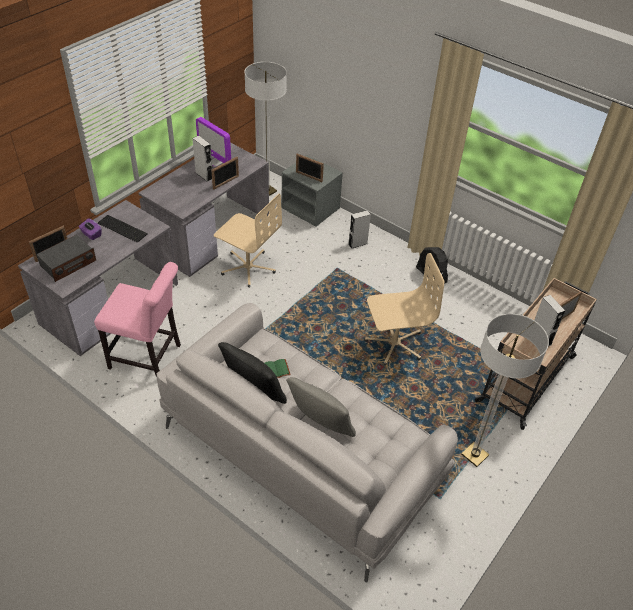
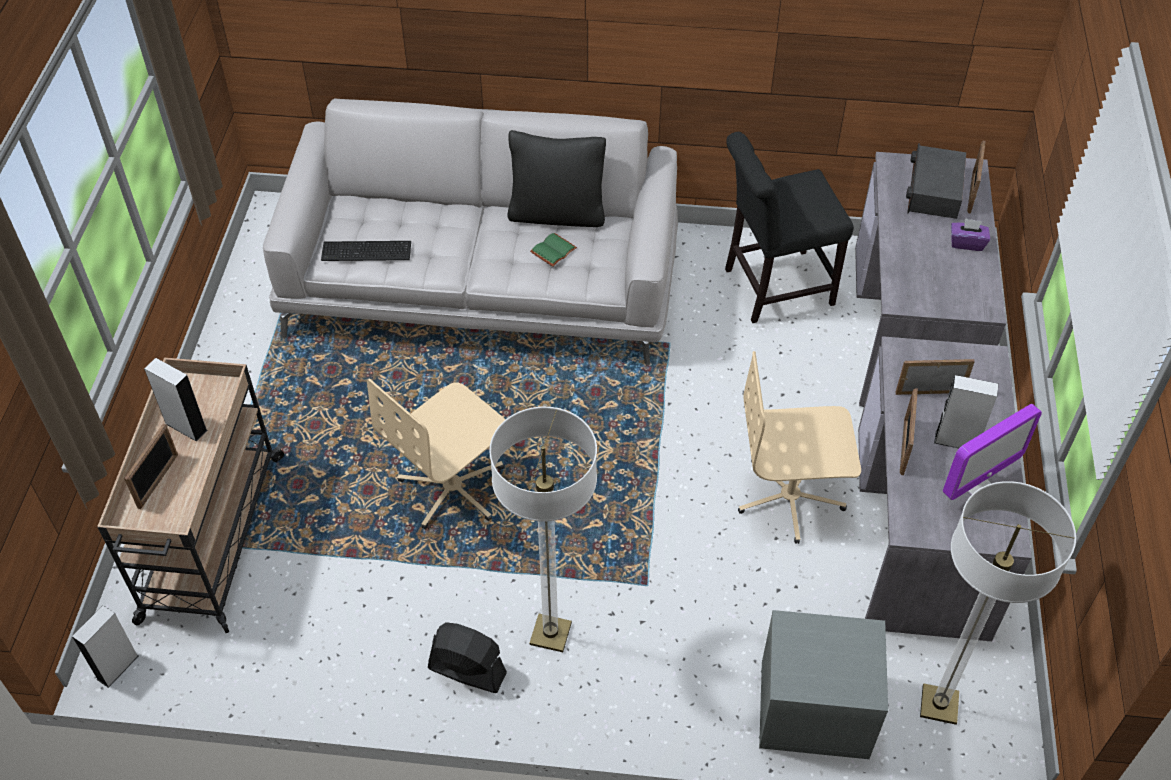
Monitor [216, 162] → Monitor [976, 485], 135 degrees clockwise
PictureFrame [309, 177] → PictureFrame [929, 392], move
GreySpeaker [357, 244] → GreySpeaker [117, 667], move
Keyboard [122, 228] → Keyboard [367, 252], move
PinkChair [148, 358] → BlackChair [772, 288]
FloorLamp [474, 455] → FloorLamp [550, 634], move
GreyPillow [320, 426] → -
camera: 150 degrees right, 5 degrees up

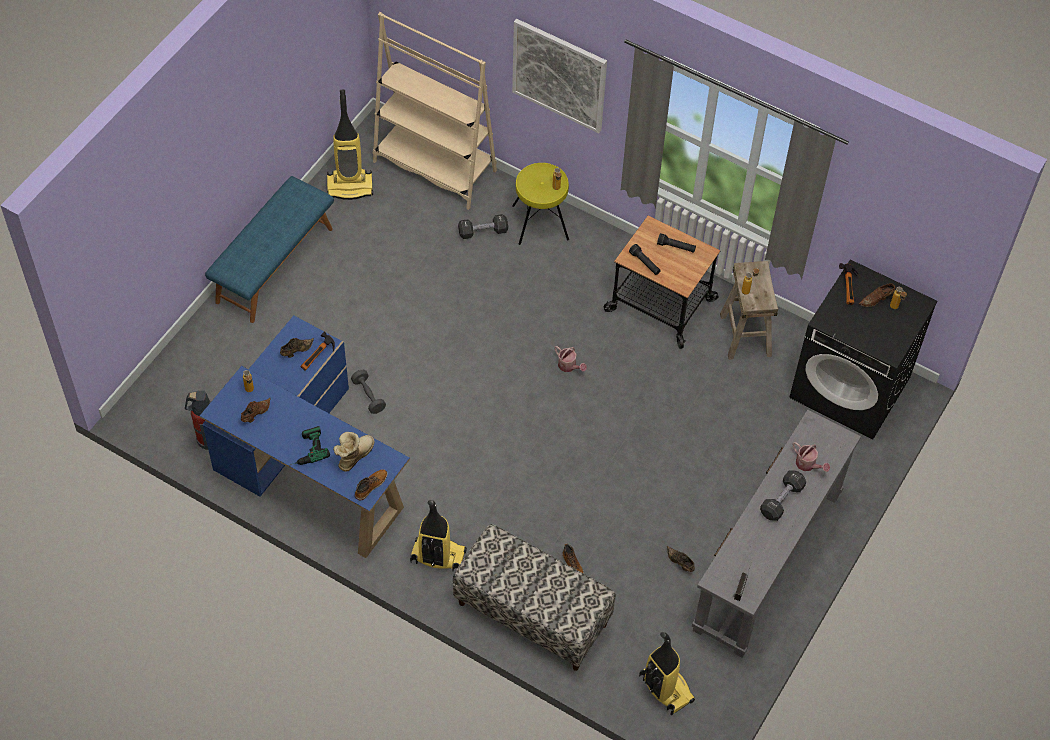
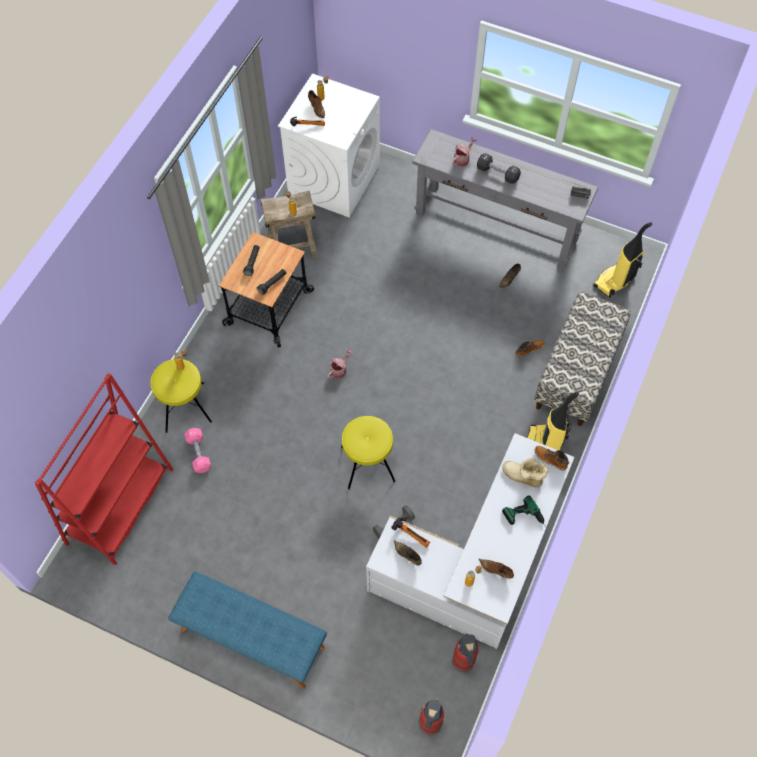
BeigeBookcase [435, 166] → RedBookcase [120, 506]
Picture [559, 75] → -
VacuumCleaner [350, 186] → -
BlackDumbbell [483, 232] → PinkDumbbell [199, 453]
BlackWashingMachine [851, 387] → WhiteWashingMachine [334, 179]
BlueDesk [308, 466] → WhiteDesk [475, 565]
- → YellowStool [367, 463]
- → FireExtinguisher [429, 724]
camera: 95 degrees left, 5 degrees up

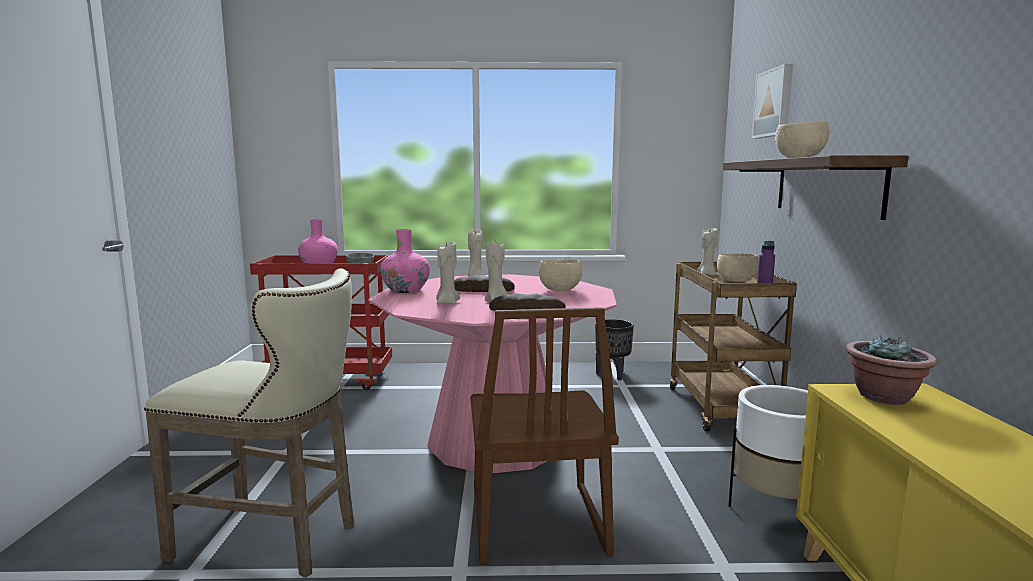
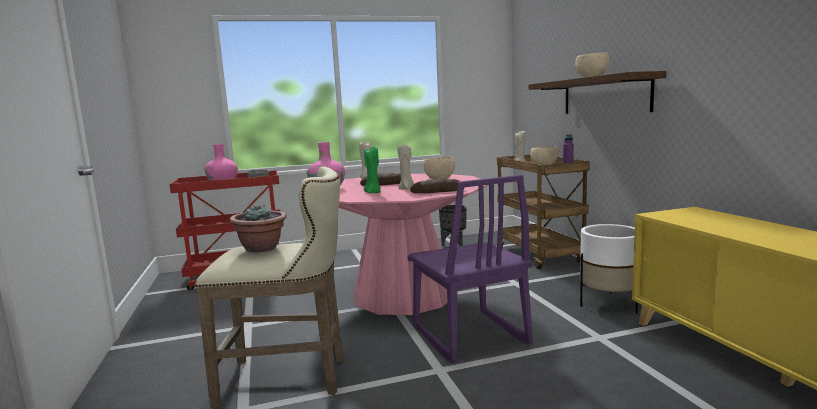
Picture [775, 103] → -
BeigeCandle [447, 303] → GreenCandle [373, 192]
BrownChair [535, 524] → PurpleChair [468, 336]
PottedPlant [884, 397] → PottedPlant [262, 248], move
camera: 15 degrees left, 0 degrees up

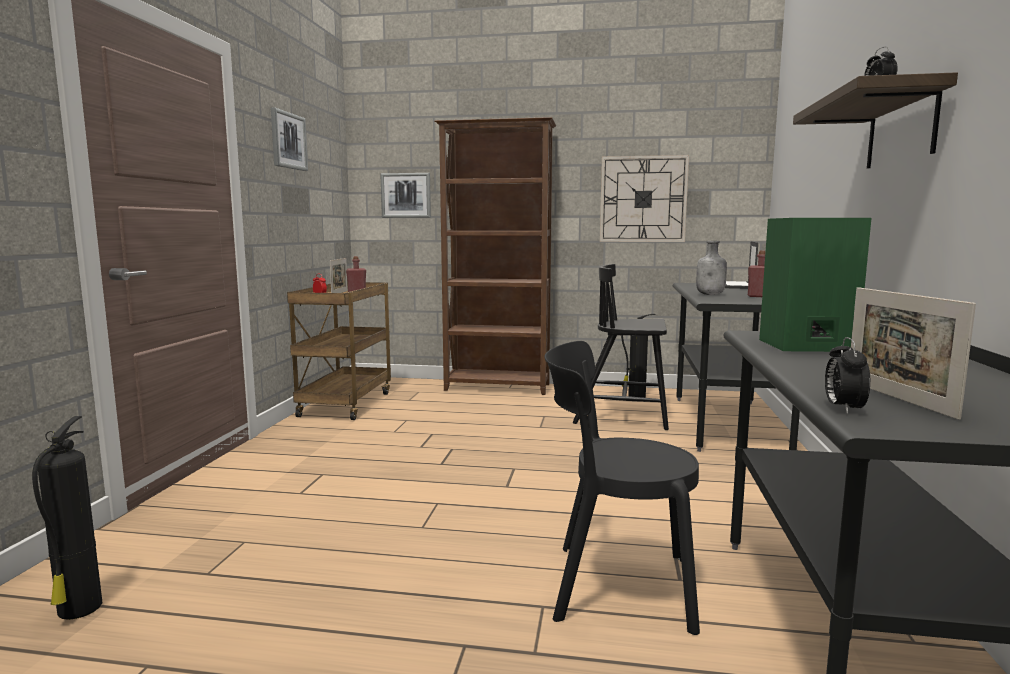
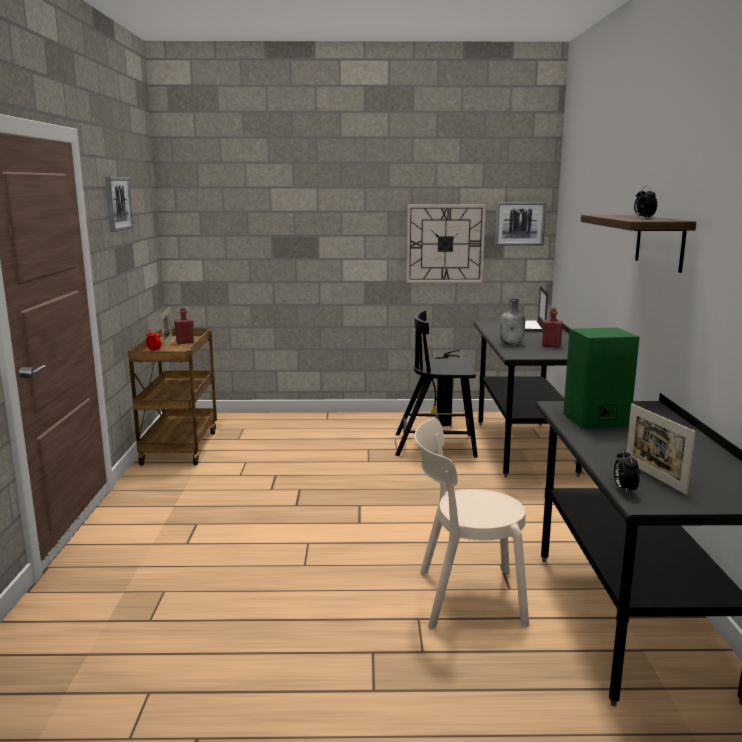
BrownBookcase [498, 387] → -
Picture [406, 195] → Picture [519, 223], move
BlackChair [613, 585] → BeigeChair [464, 598]
FireExtinguisher [78, 610] → -
camera: 10 degrees left, 5 degrees up

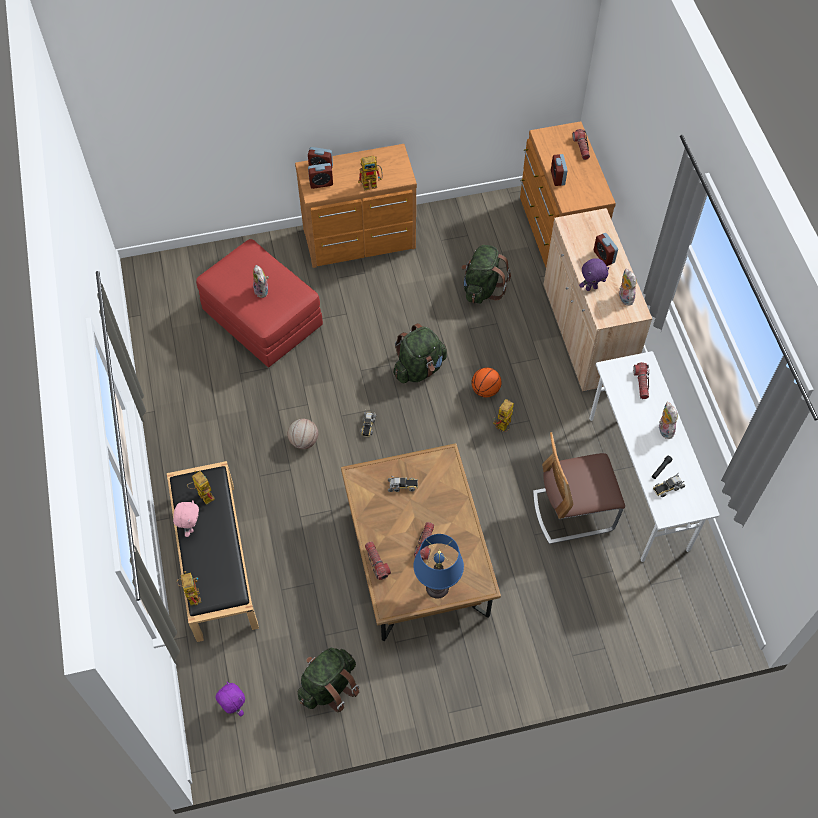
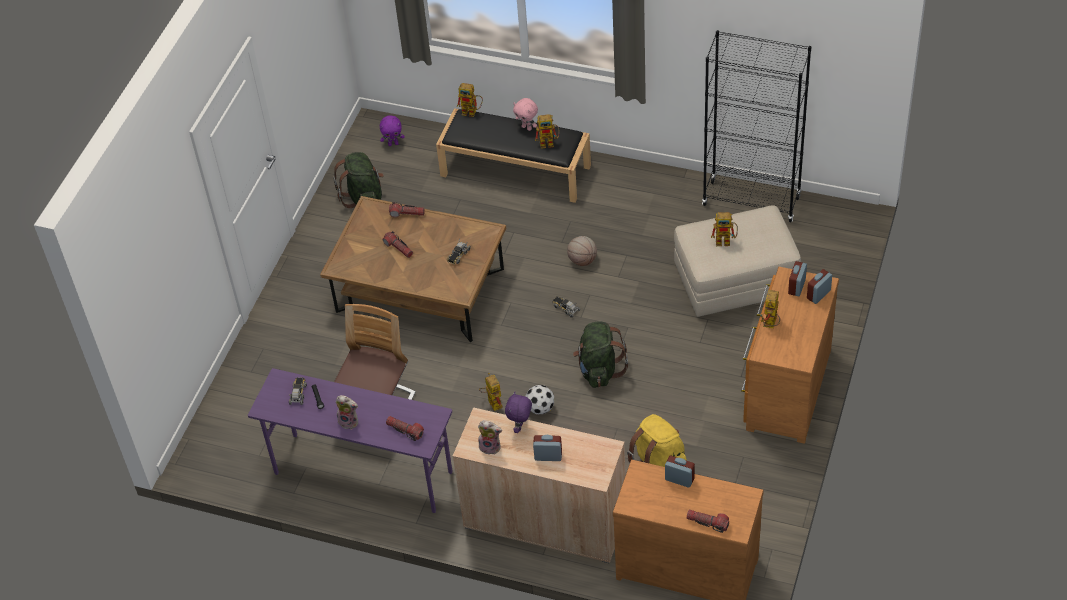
RedOttoman [262, 318] → BeigeOttoman [736, 279]
GreenBackpack [482, 288] → YellowBackpack [658, 462]
PlushToy [262, 291] → ToyRobot [726, 241]
WhiteDesk [638, 483] → PurpleDesk [362, 473]
Basketball [485, 390] → Football [540, 408]
BlueTableLamp [437, 587] → -
- → BlackBookcase [751, 201]
camera: 125 degrees right, 10 degrees down

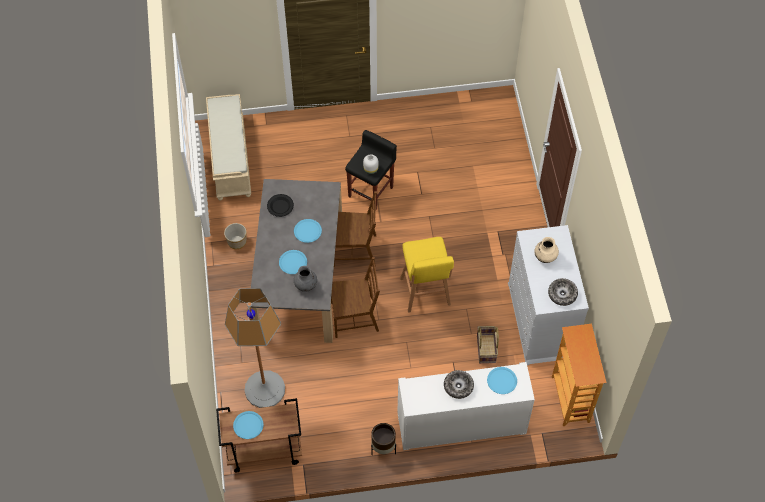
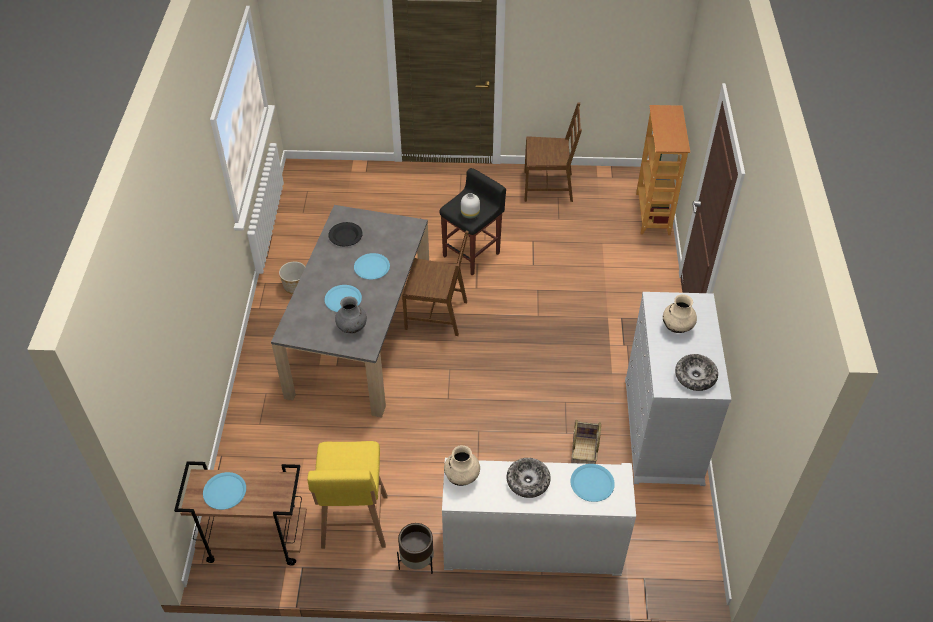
BeigeBench [229, 158] → -
YellowStool [425, 293] → YellowStool [354, 524], move
BrownChair [355, 317] → BrownChair [548, 186], move
FloorLamp [264, 389] → -
Bookcase [571, 399] → Bookcase [653, 214], move
- → BeigeVase [462, 476]
camera: 10 degrees right, 10 degrees down

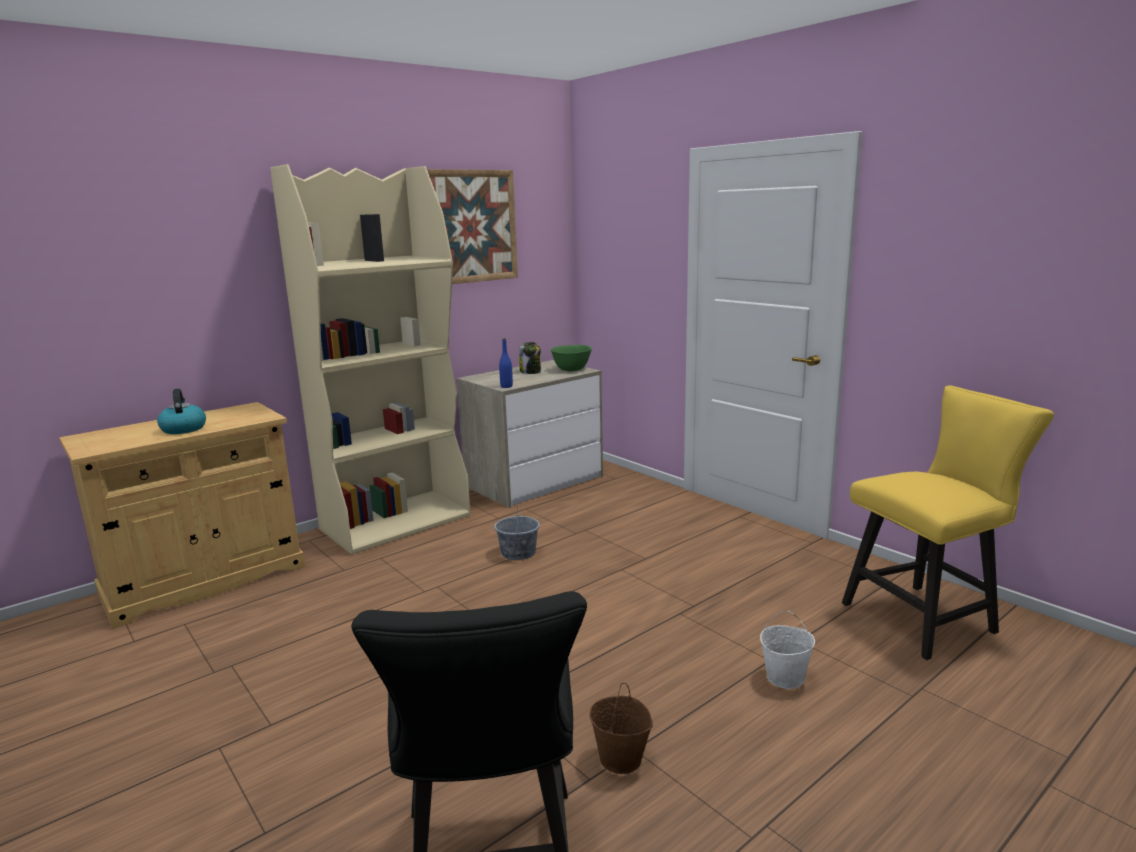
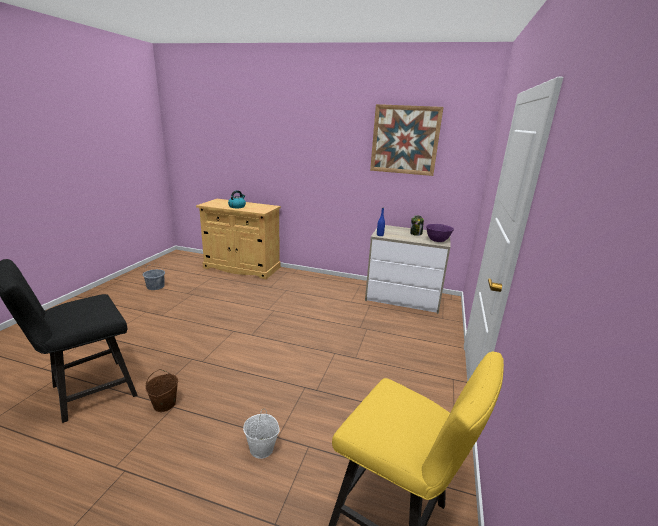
BeigeBookcase [396, 522] → -
GreenBowl [572, 369] → PurpleBowl [437, 240]
GreyBucket [518, 552] → GreyBucket [156, 286], move
camera: 55 degrees right, 5 degrees up

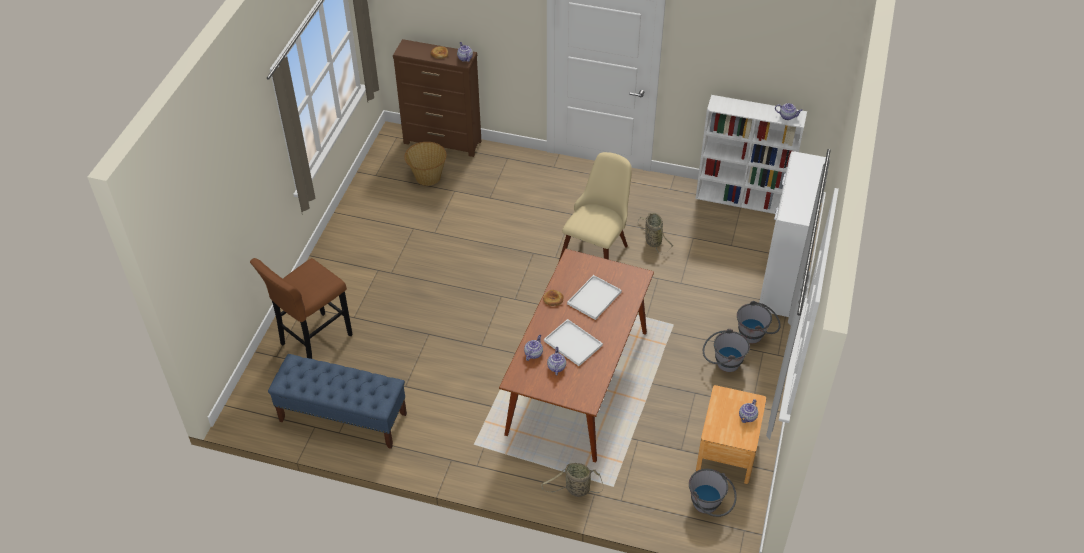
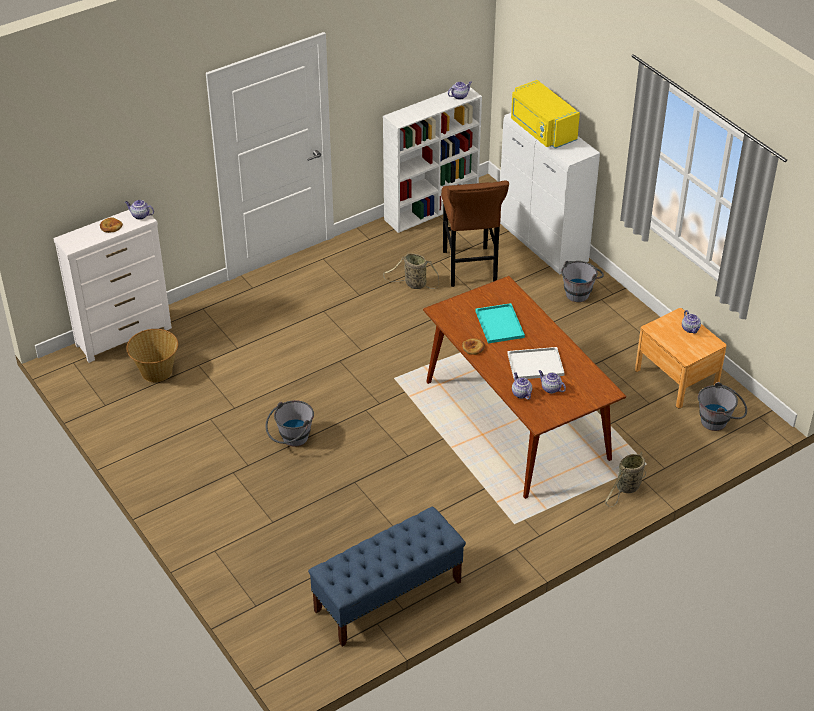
BrownDresser [443, 142] → WhiteDresser [124, 336]
BeigeChair [597, 247] → -
BrownStool [313, 342] → BrownStool [469, 269], move
WhiteTray [594, 297] → TurquoiseTray [498, 323]
GreyBucket [723, 363] → GreyBucket [291, 440], move
- → YellowMicrowave [541, 130]
camera: 50 degrees left, 5 degrees down

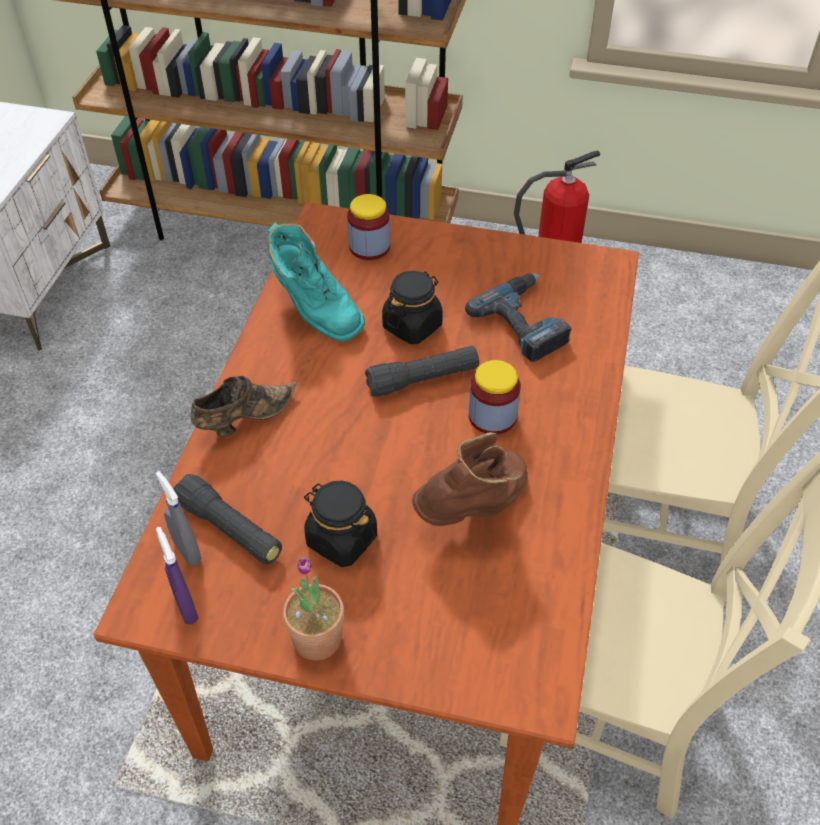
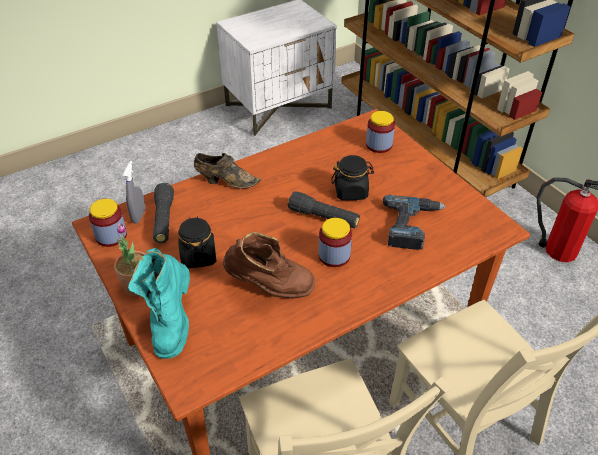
TurquoiseBoot [314, 312] → TurquoiseBoot [171, 322], move
PurpleSprayBottle [186, 607] → Jar [111, 236]
camera: 45 degrees right, 5 degrees down

